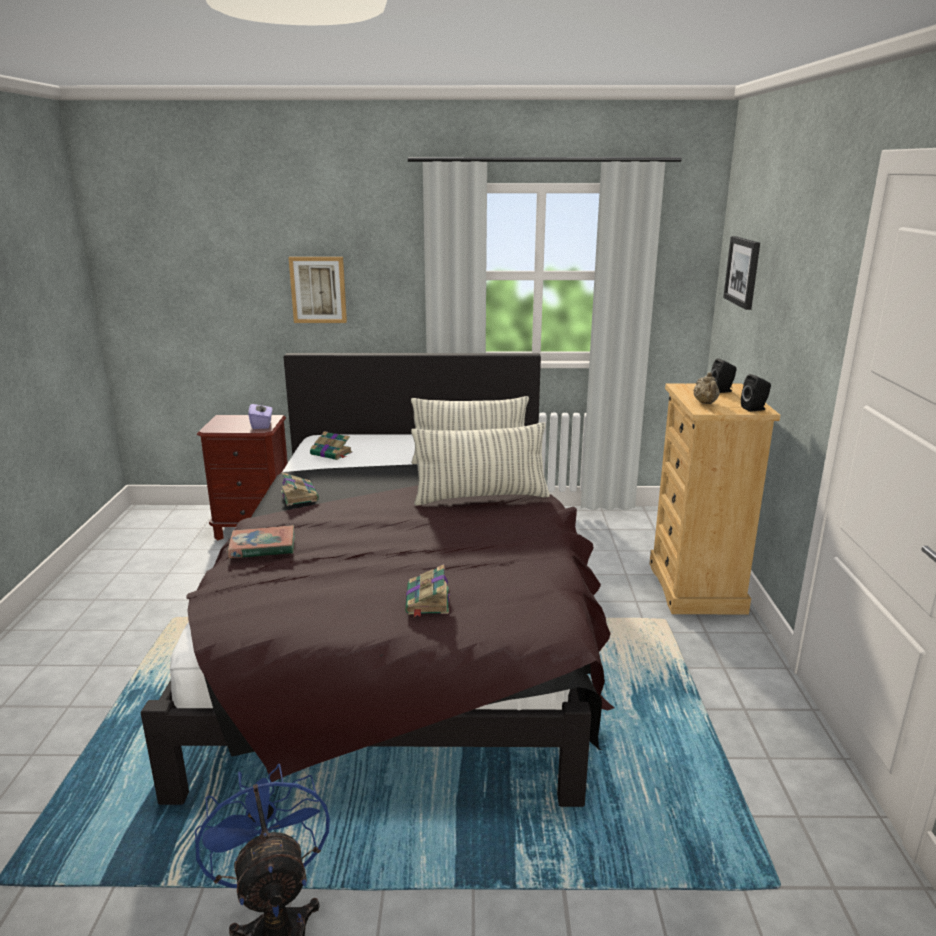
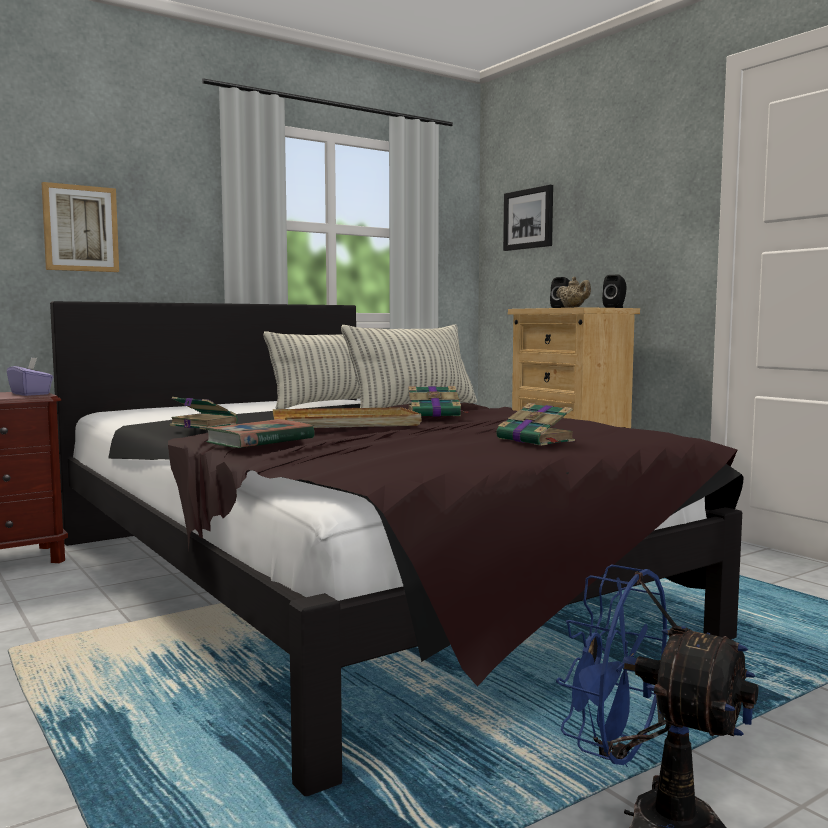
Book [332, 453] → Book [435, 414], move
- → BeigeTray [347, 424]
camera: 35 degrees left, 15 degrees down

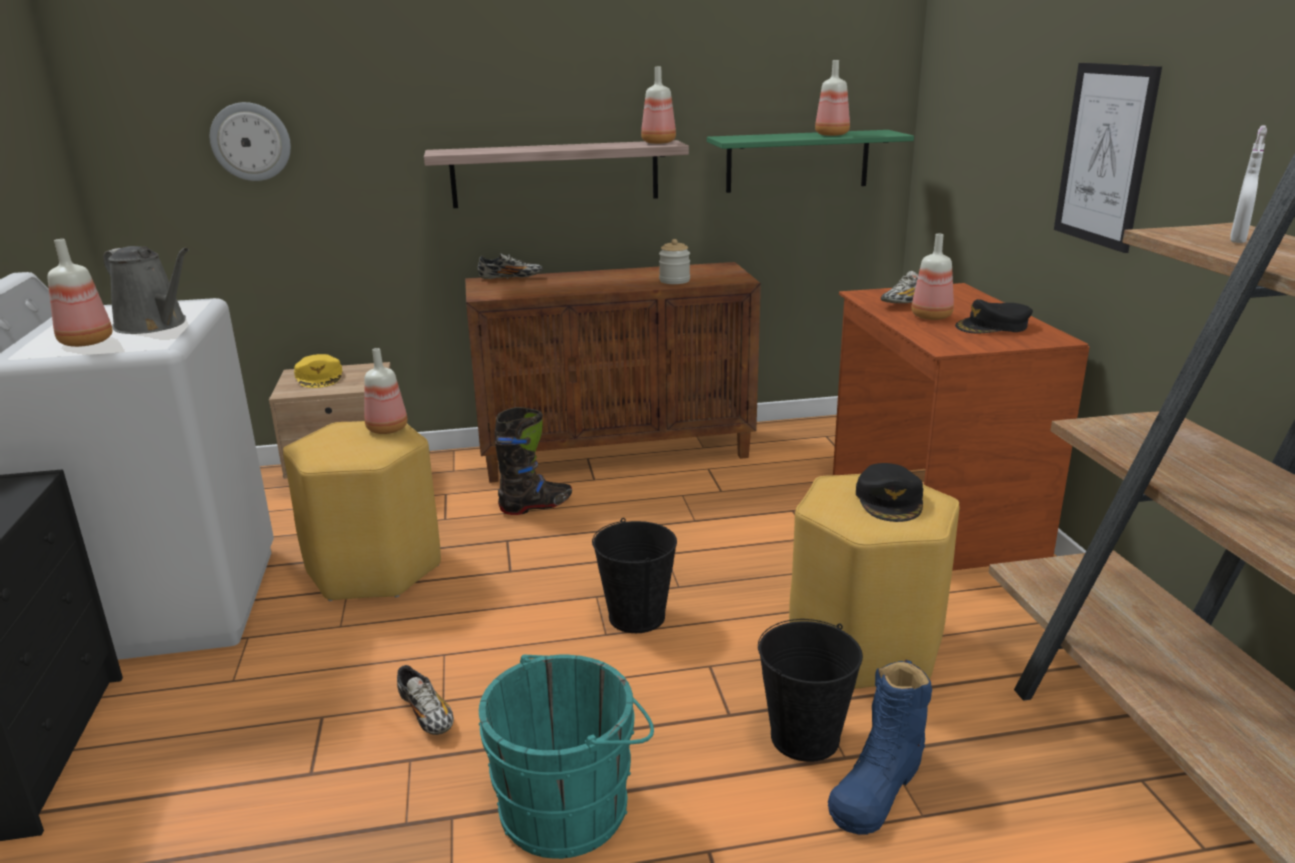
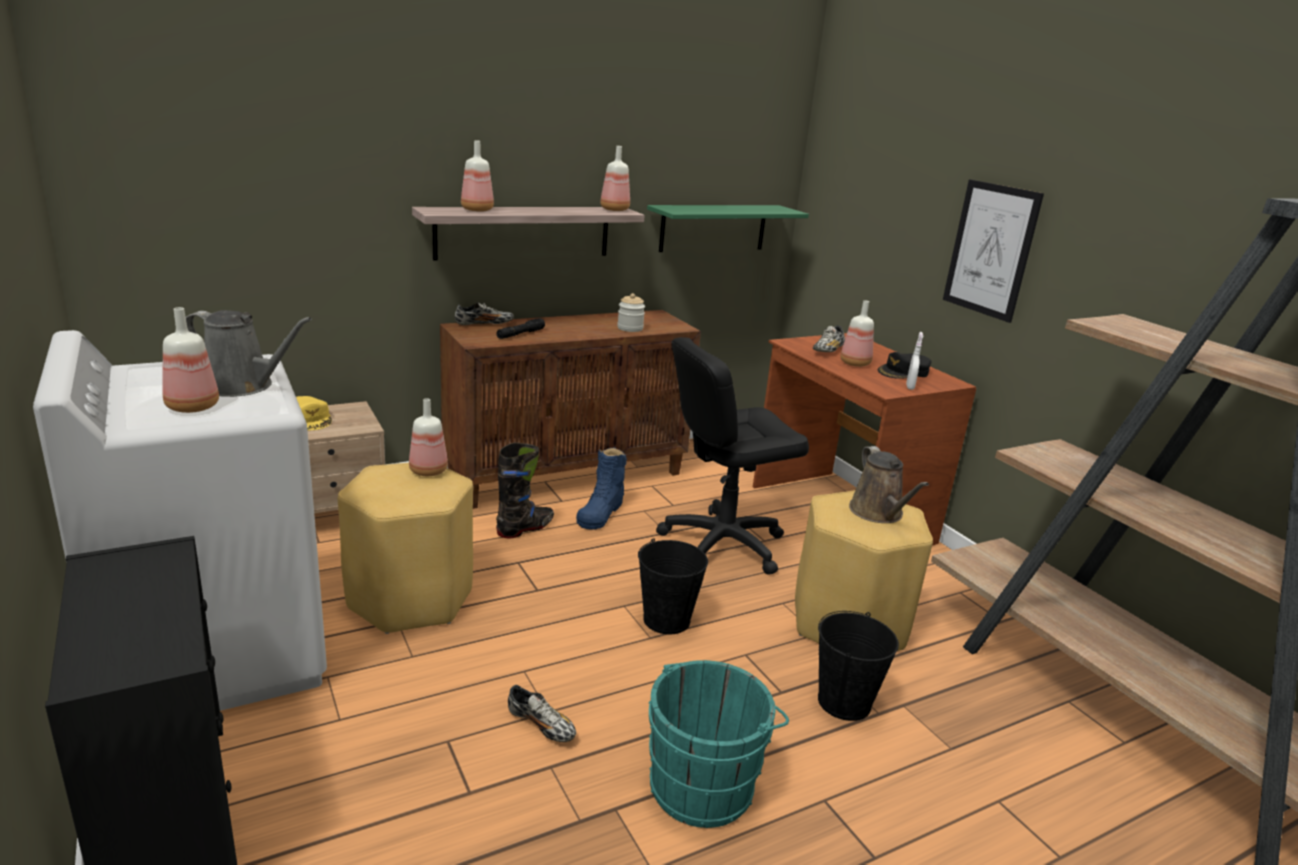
Bottle [832, 134] → Bottle [477, 210], move
WallClock [251, 142] → -
WhiteSprayBottle [1237, 240] → WhiteSprayBottle [910, 387], move
BlackCap [890, 500] → BrownWateringCan [878, 513]
BlueBoot [878, 785] → BlueBoot [601, 512], move
- → BlackFlashlight [520, 334]
- → BlackOfficeChair [722, 544]
camera: 20 degrees left, 0 degrees up

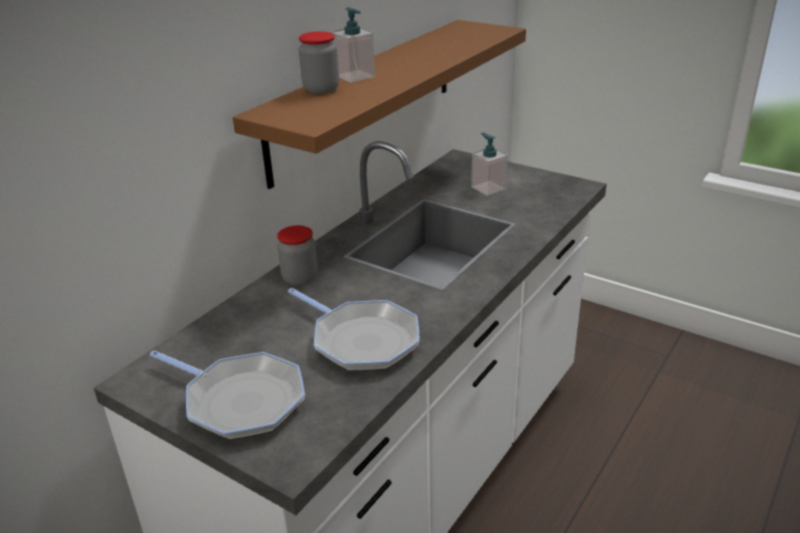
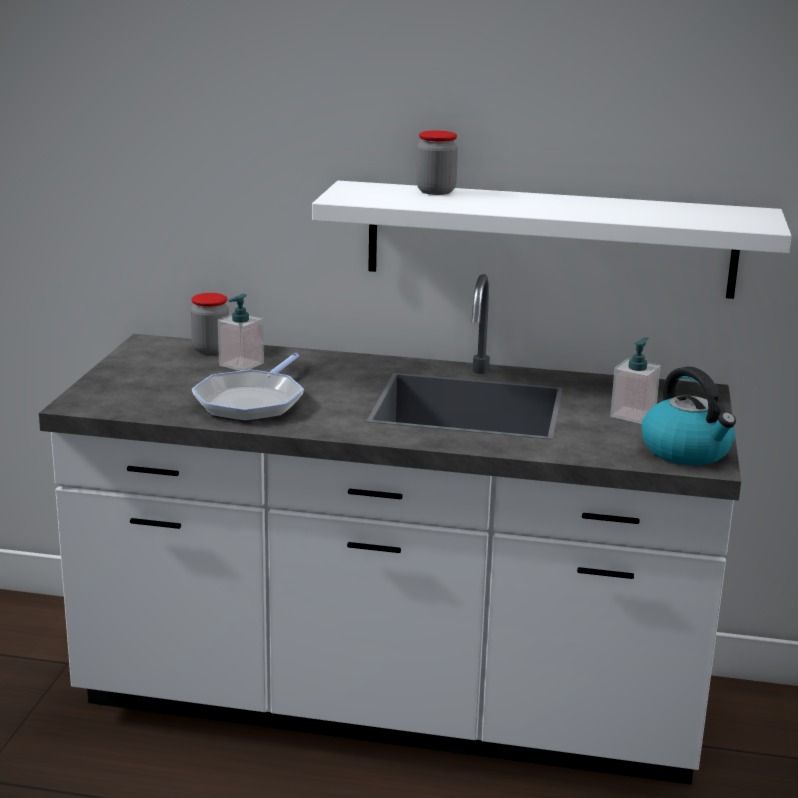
SoapDispenser [355, 76] → SoapDispenser [241, 364], move
BrownShelf [366, 97] → WhiteShelf [550, 239]
Jar [300, 278] → Jar [210, 349], move
FryingPan [240, 401] → -
- → Kettle [687, 451]
camera: 65 degrees right, 10 degrees down

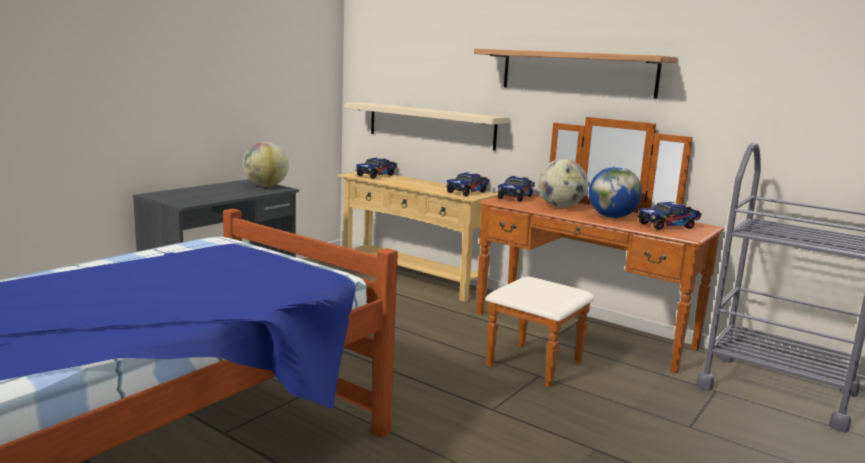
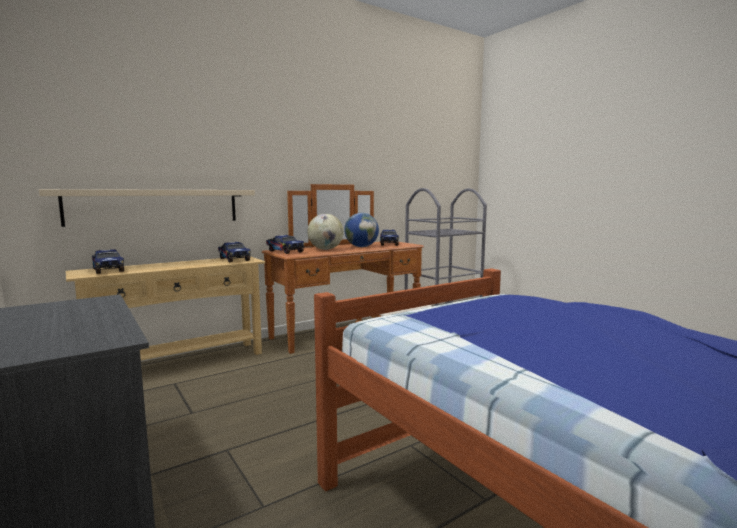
Shelf [577, 73] → -
Globe [266, 186] → -
camera: 70 degrees left, 5 degrees down

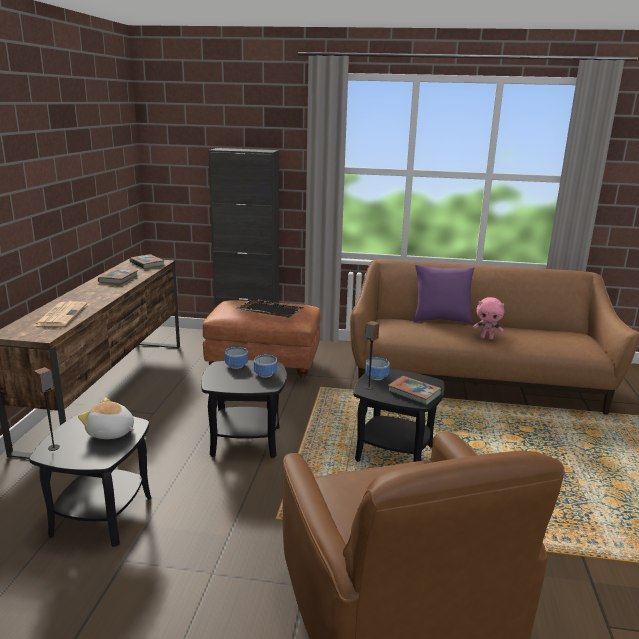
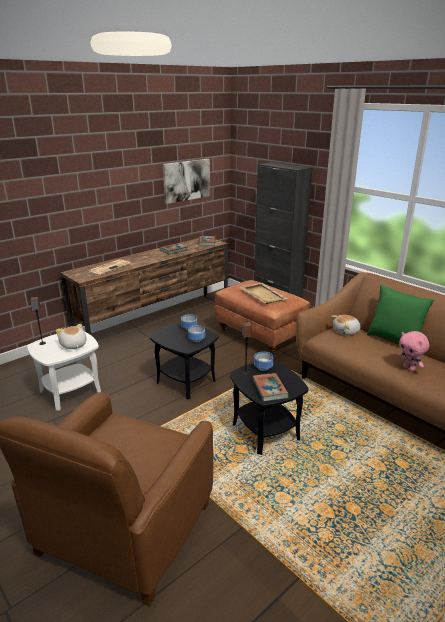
PurplePillow [441, 320] → GreenPillow [394, 340]
BlackTray [269, 310] → BeigeTray [263, 294]
BlackSideTable [102, 516] → WhiteSideTable [70, 392]
- → Picture [186, 180]
- → PlushToy [346, 332]
camera: 40 degrees right, 5 degrees up

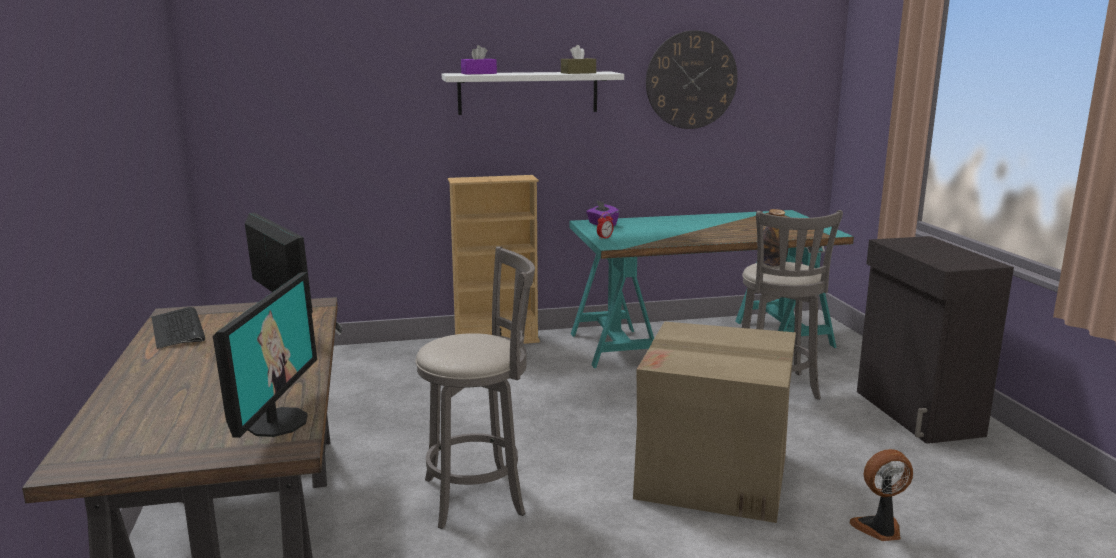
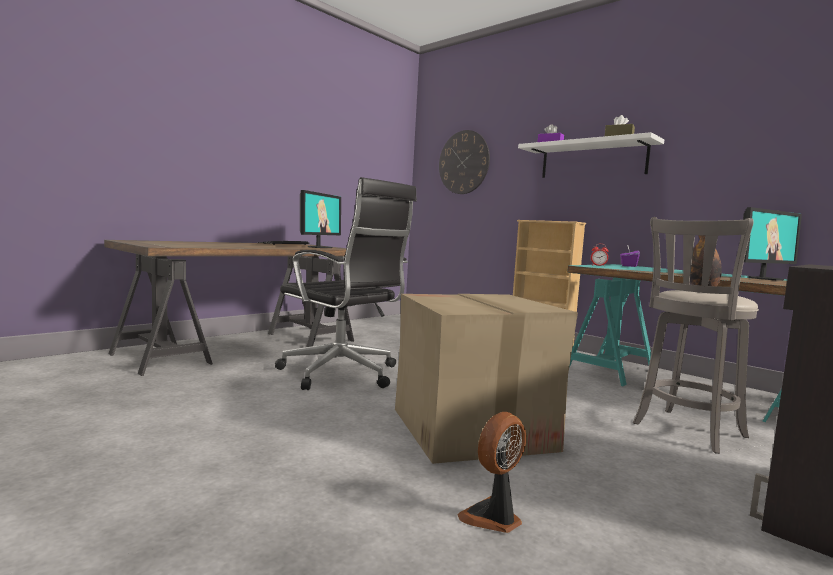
WallClock [691, 80] → WallClock [464, 162], move
GreyStool [480, 495] → BlackOfficeChair [342, 374]
Monitor [276, 422] → Monitor [764, 278], move
Fan [879, 529] → Fan [493, 518], 90 degrees counterclockwise
camera: 55 degrees right, 10 degrees down

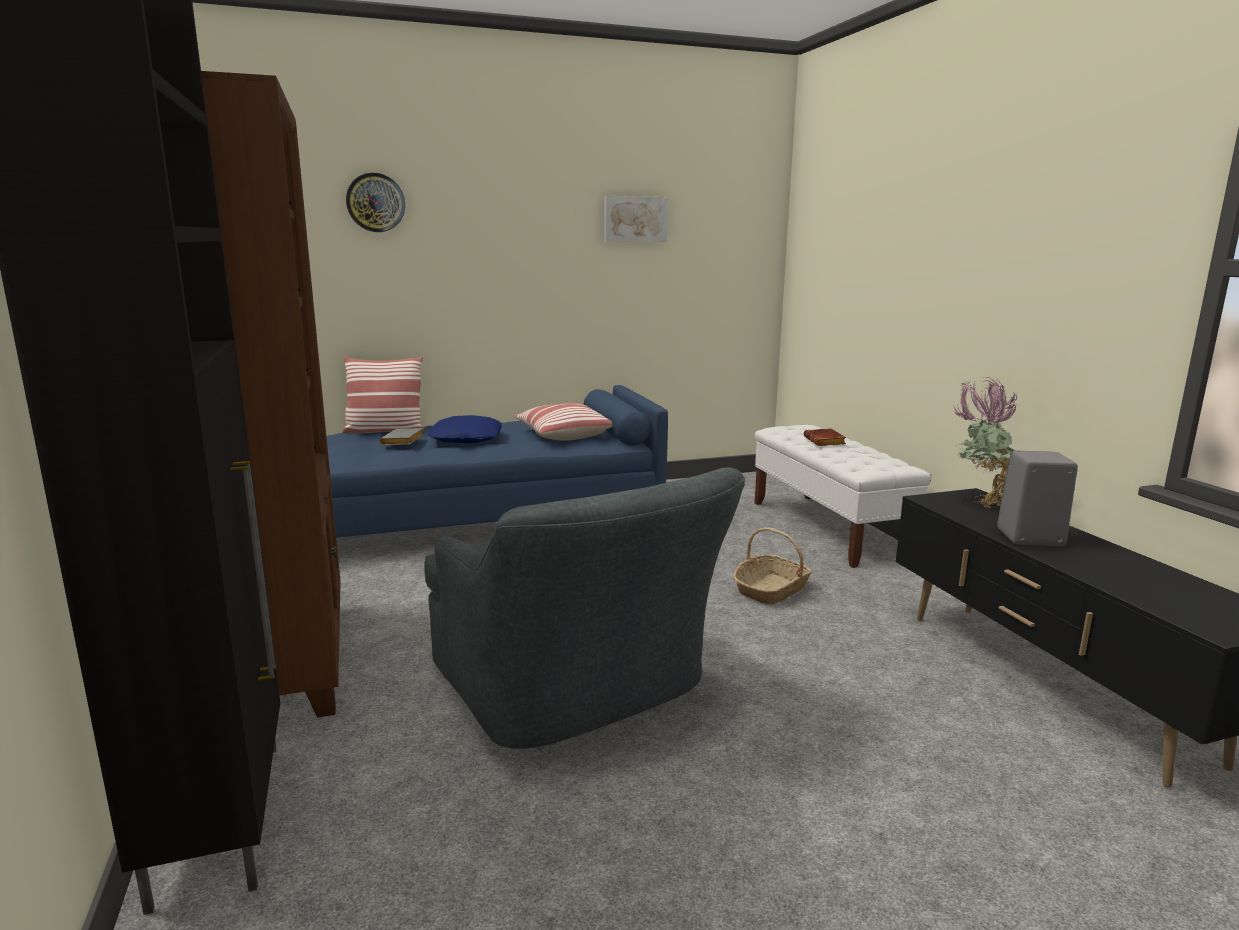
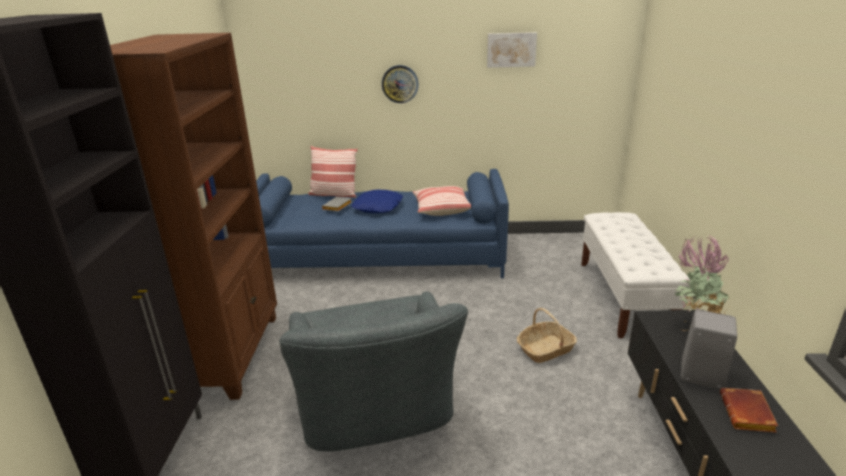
WallClock [375, 202] → WallClock [400, 84], move
BrownBook [825, 442] → BrownBook [748, 415], move
camera: 20 degrees right, 10 degrees up

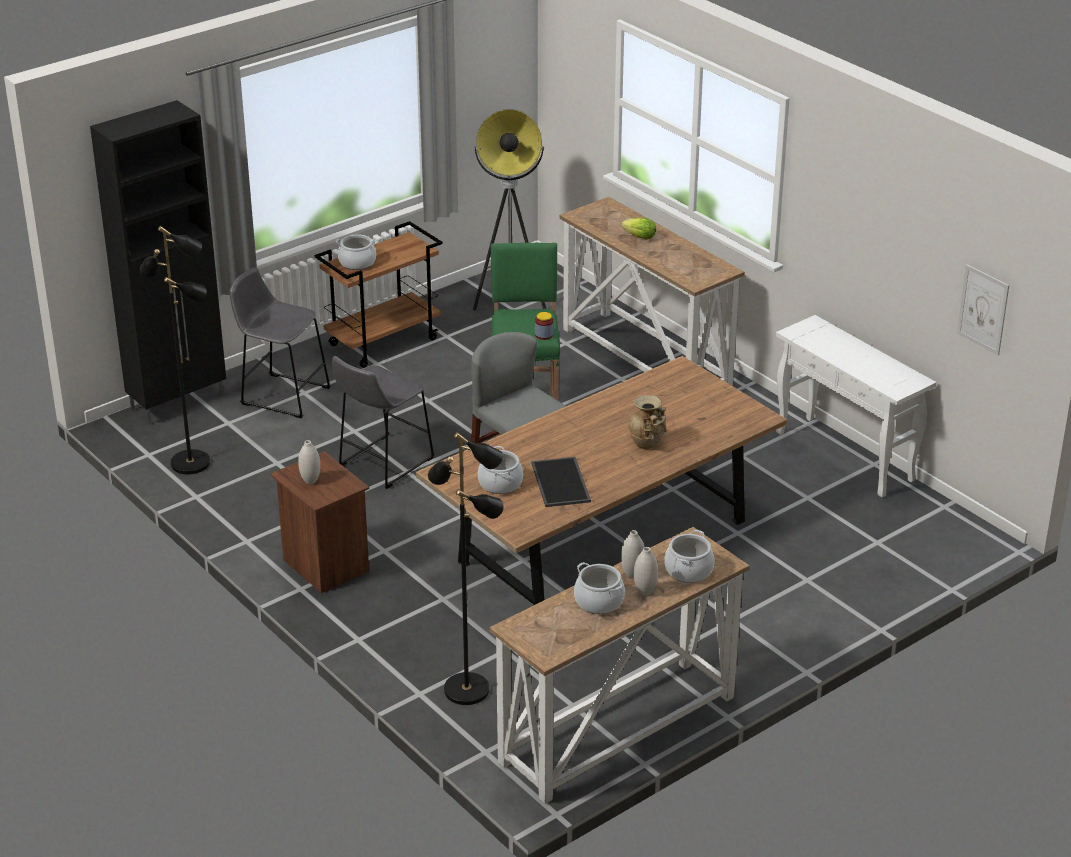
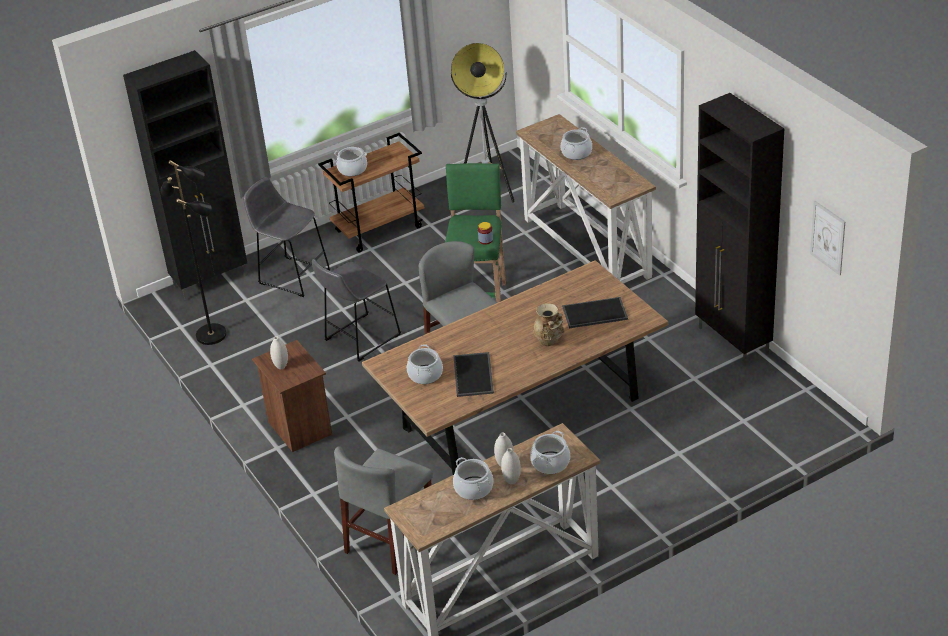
Lettuce [640, 237] → CookingPot [576, 153]
WhiteConsoleTable [846, 457] → BlackCabinet [733, 341]
BlackFloorLamp [467, 689] → GreyChair [390, 540]
- → Tray [594, 314]
camera: 10 degrees right, 5 degrees up

